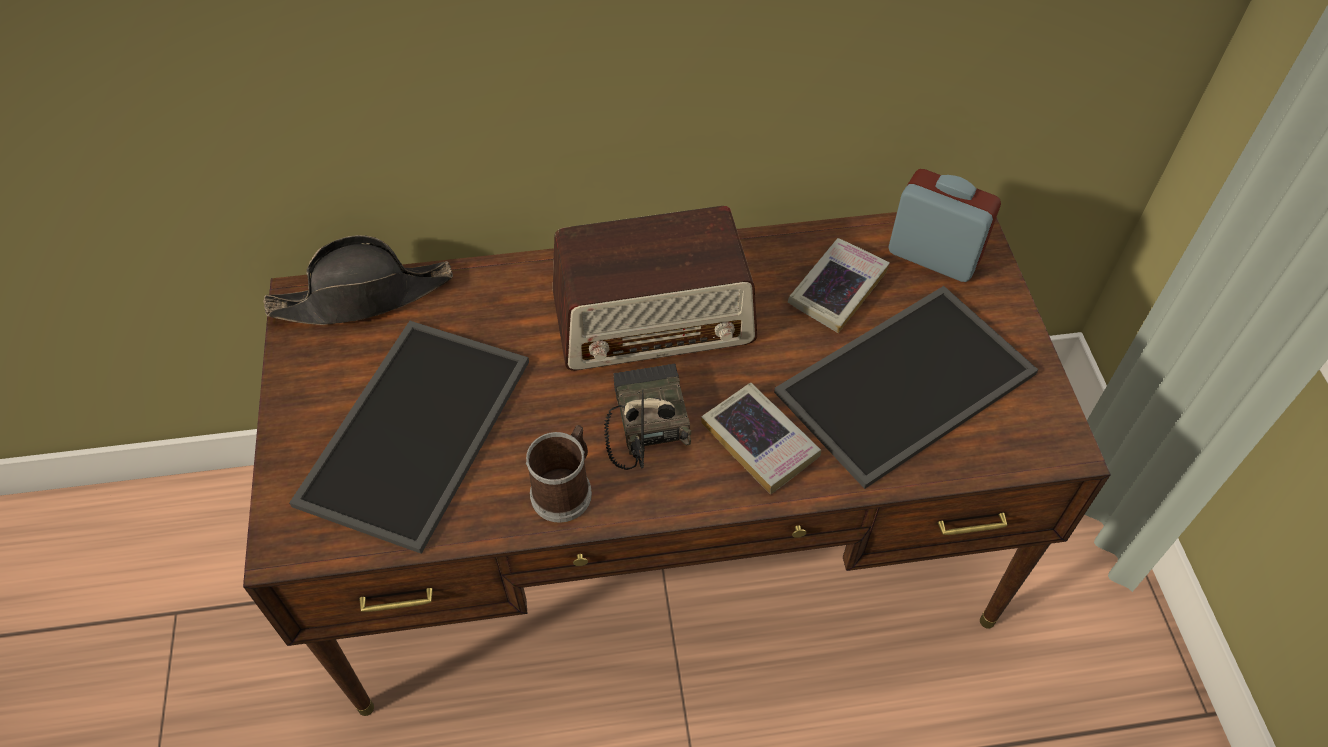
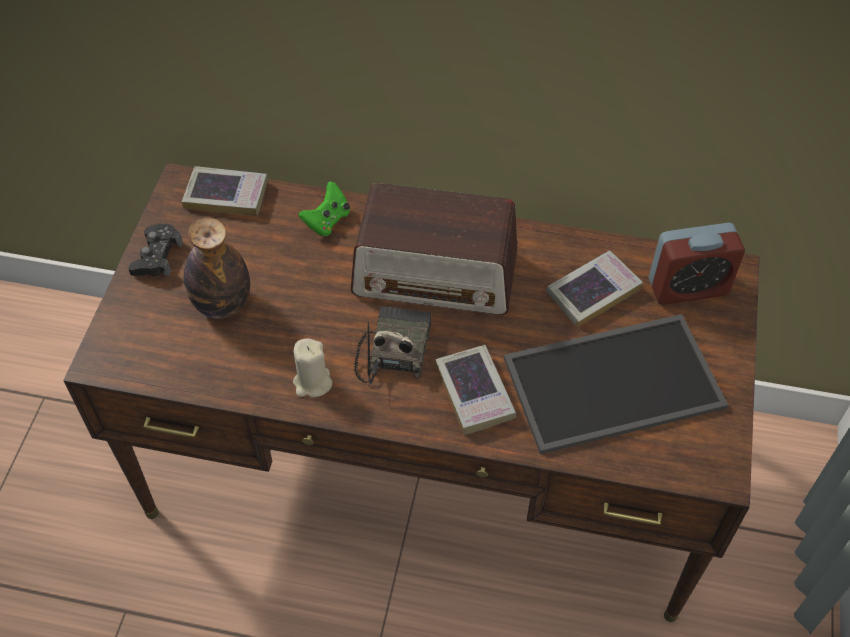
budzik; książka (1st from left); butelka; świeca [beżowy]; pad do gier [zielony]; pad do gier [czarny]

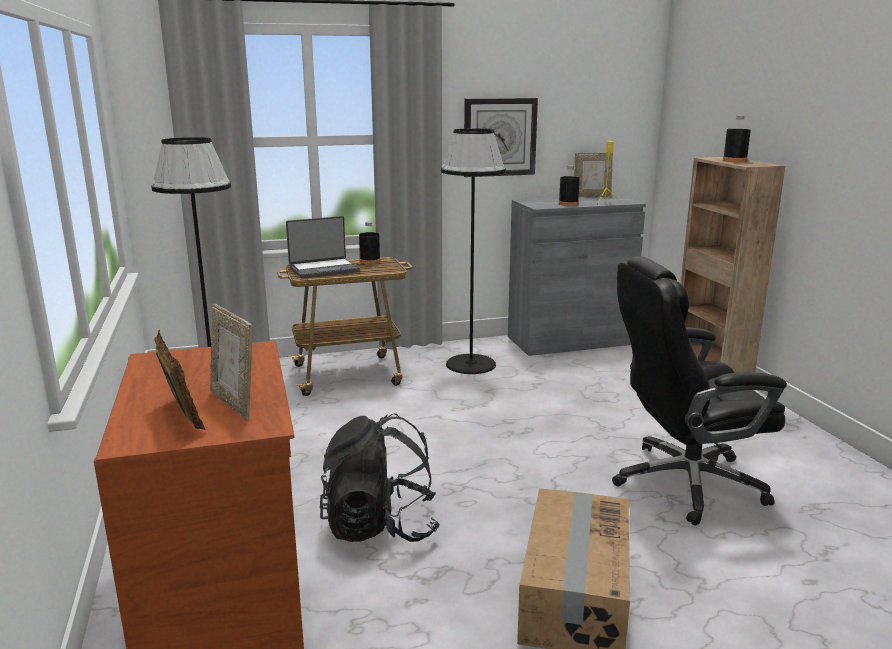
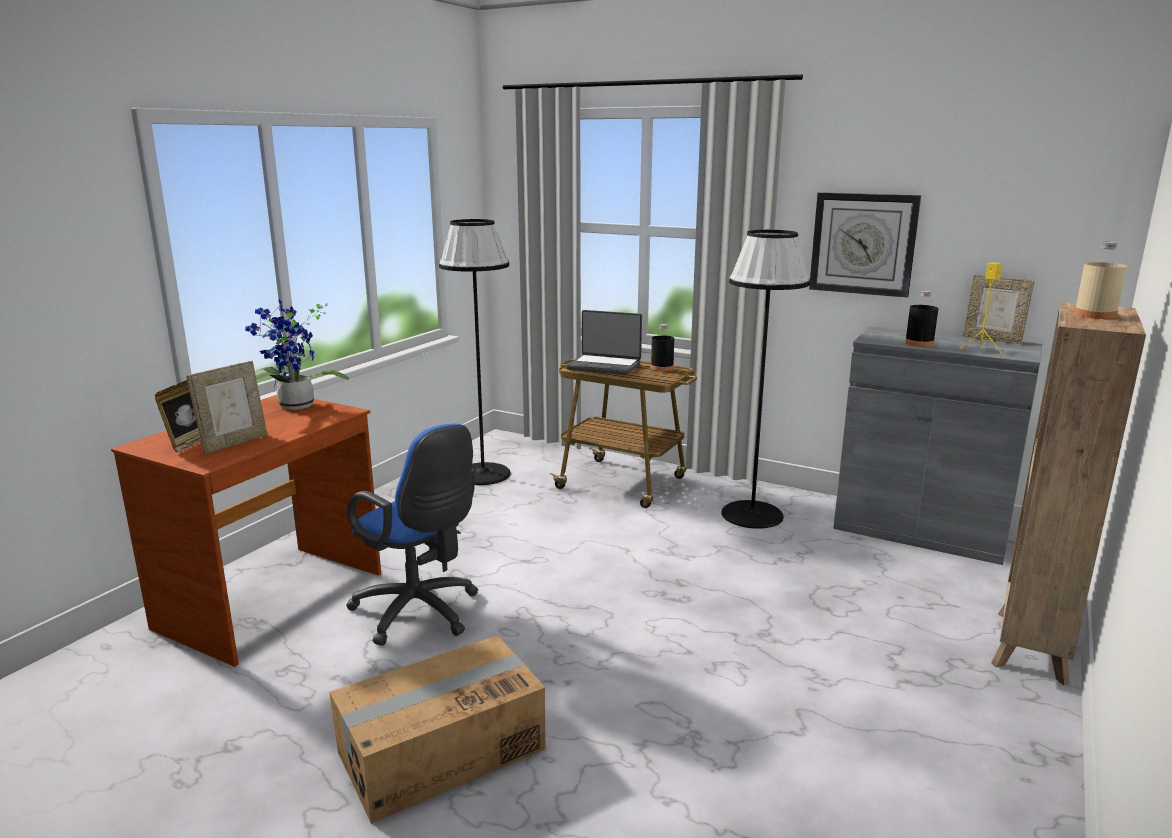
butelka [beżowy]; krzesło biurowe [czarny]; ramka na zdjęcie (2nd from left); krzesło biurowe [niebieski]; roślina doniczkowa

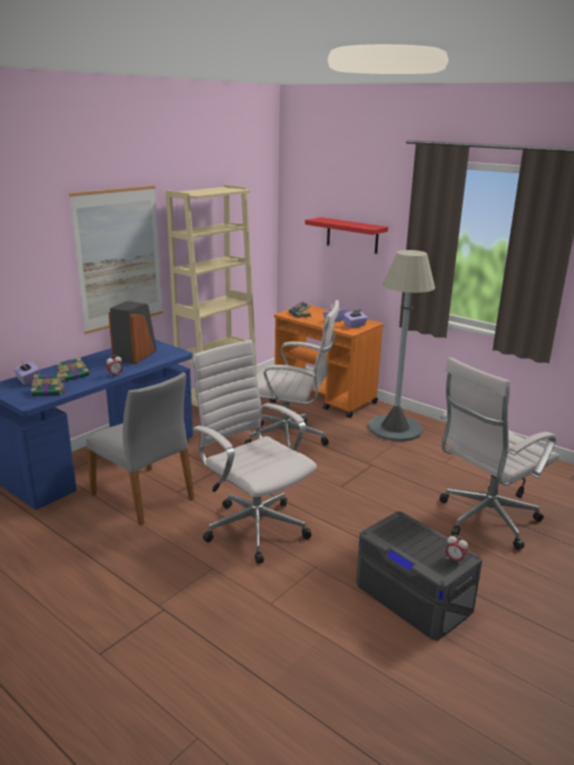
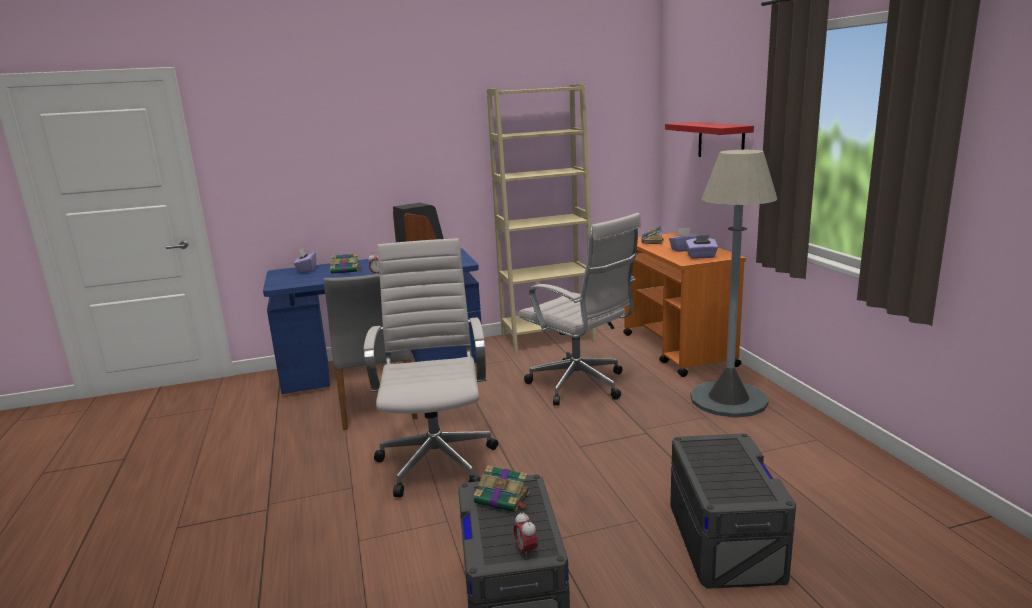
obraz; pojemnik do przechowywania [szary] (2nd from left); książka (2nd from left)

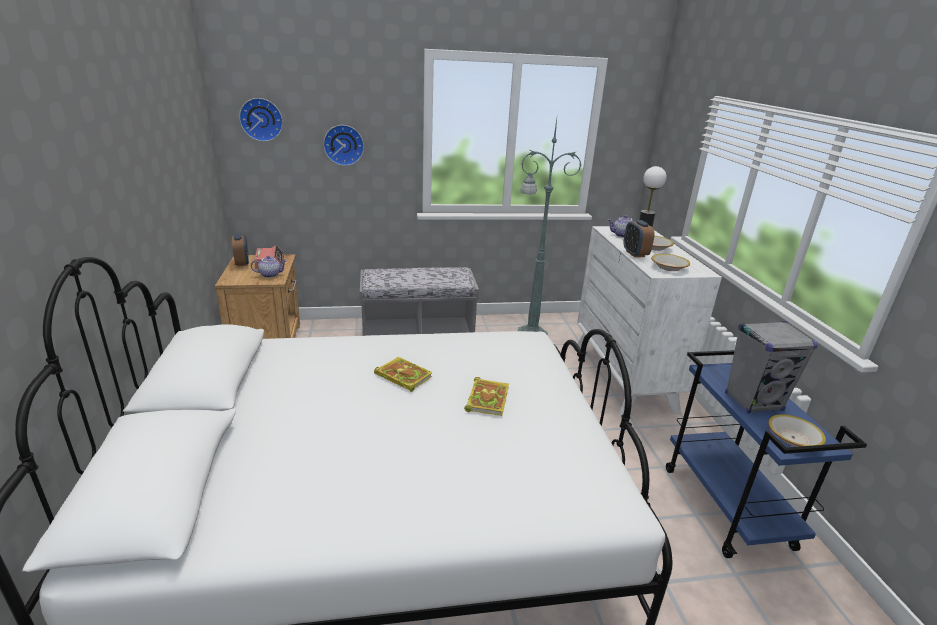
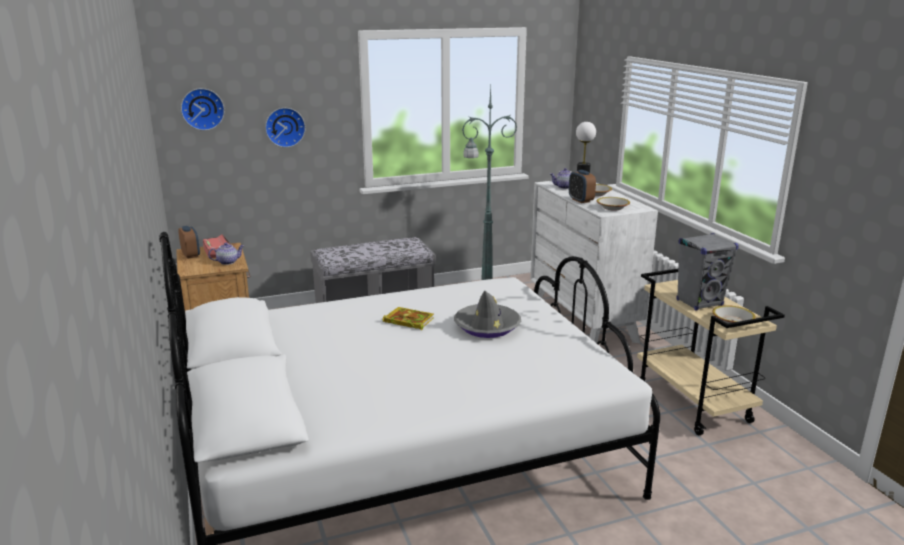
wózek [beżowy]; kapelusz [szary]

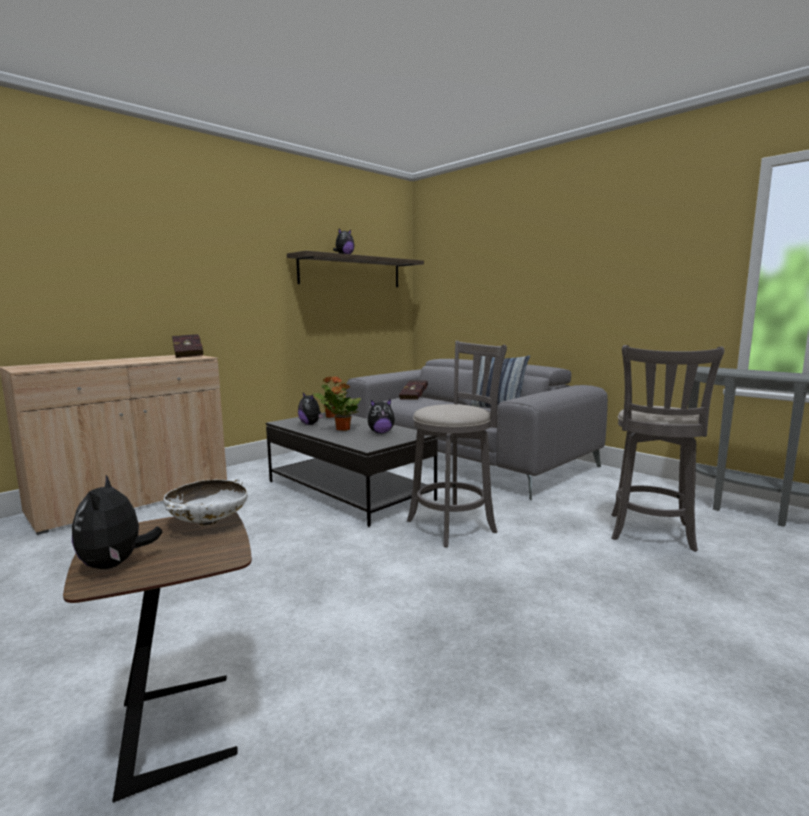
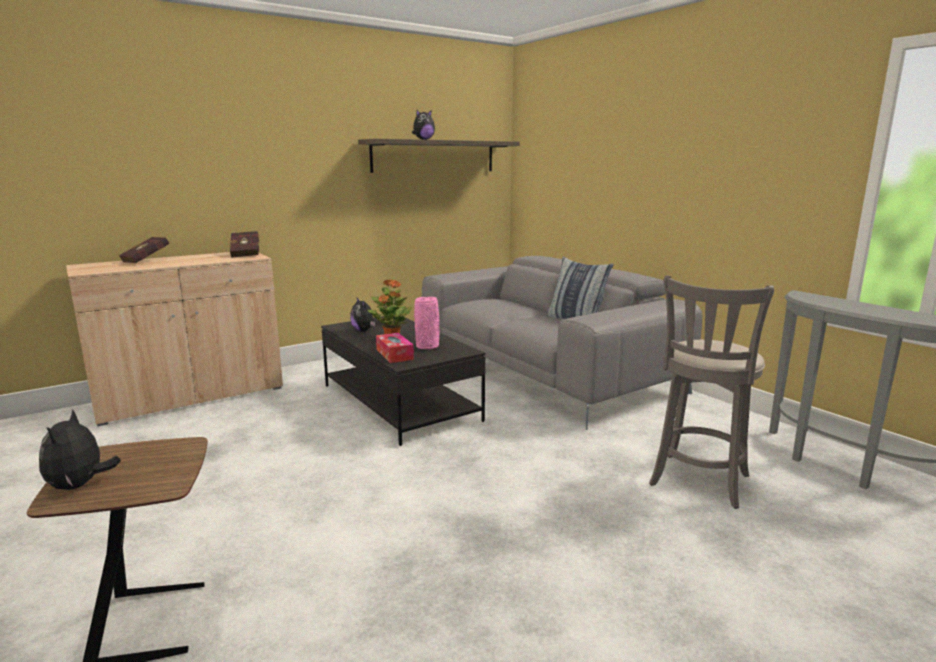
stołek [szary] (1st from left in the first image); książka [czerwony] (1st from left); wazon [różowy]; miska [biały]; pudełko chusteczek

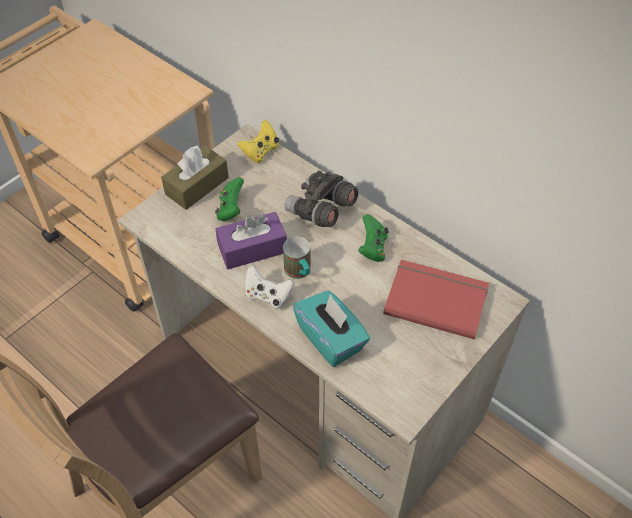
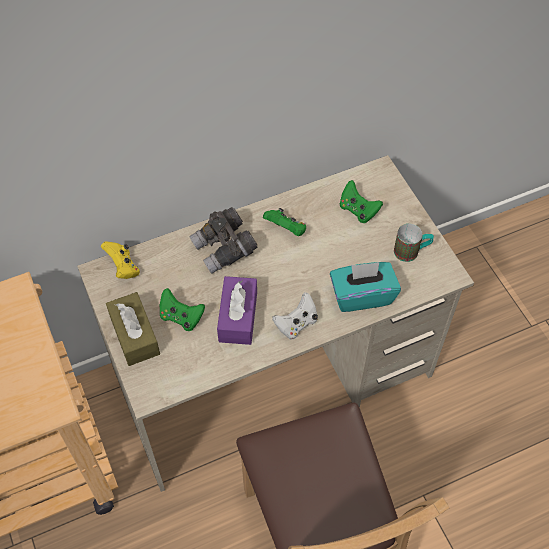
kubek; pad do gier [zielony] (3rd from left)

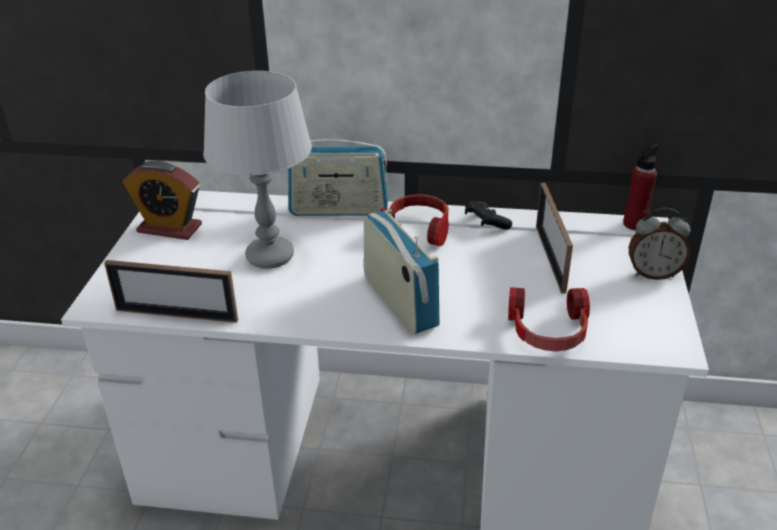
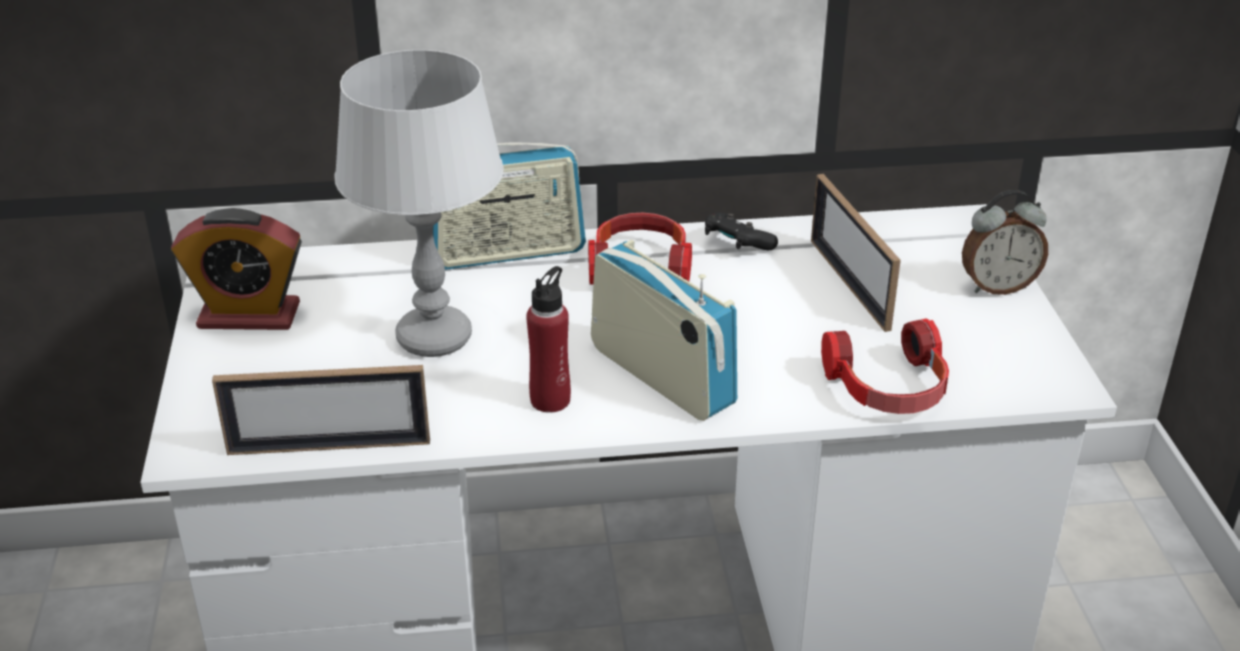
butelka [czerwony]

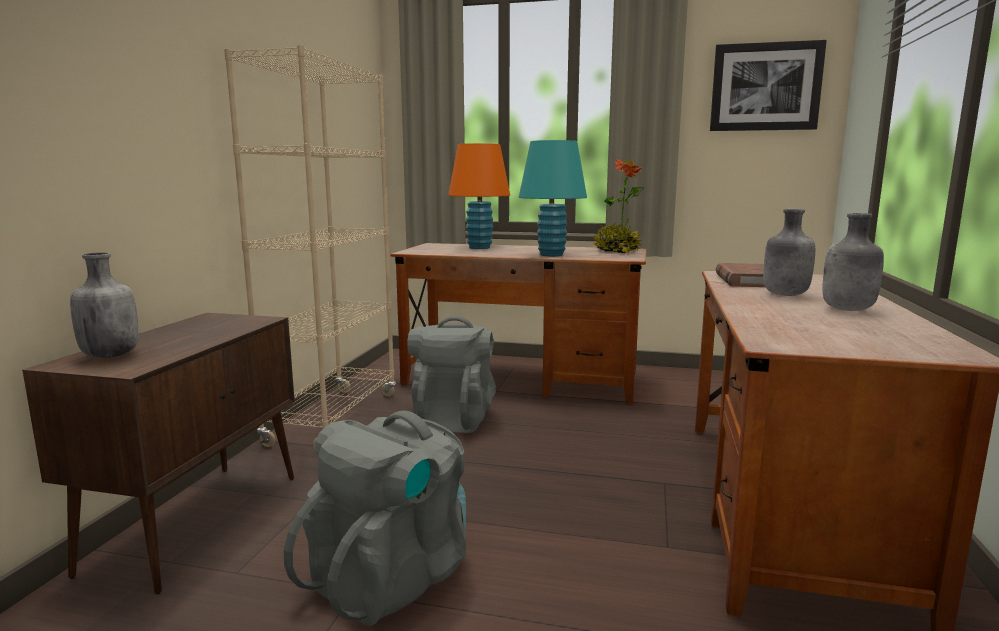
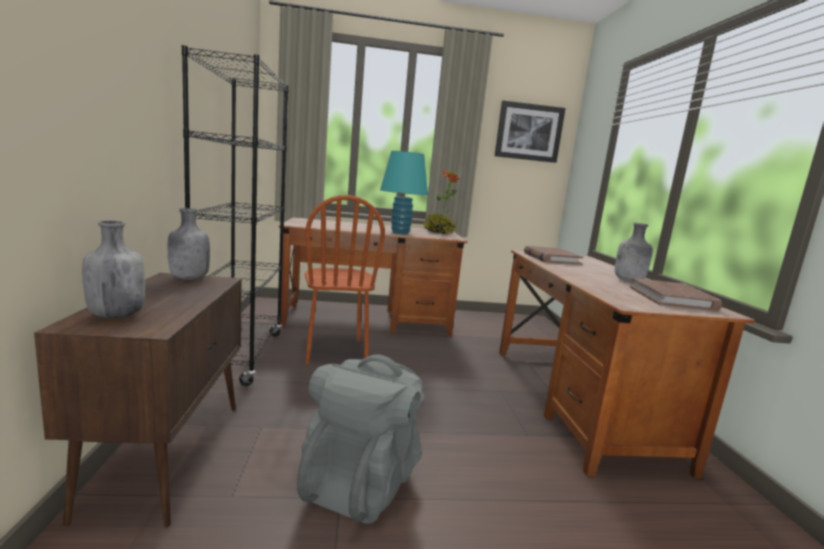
regał [czarny]; lampa stołowa [pomarańczowy]; butelka [szary] (2nd from left); krzesło [brązowy]; książka [brązowy] (2nd from left)

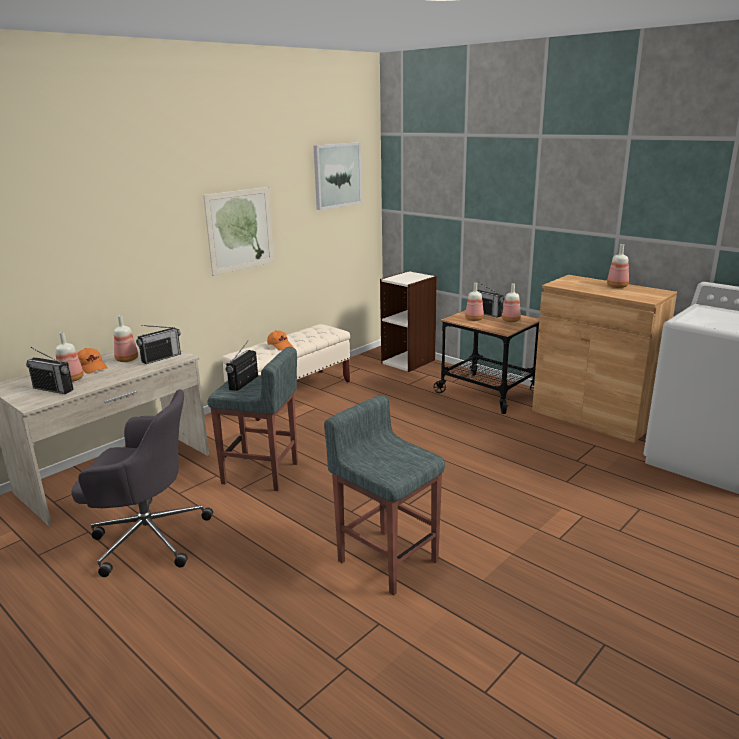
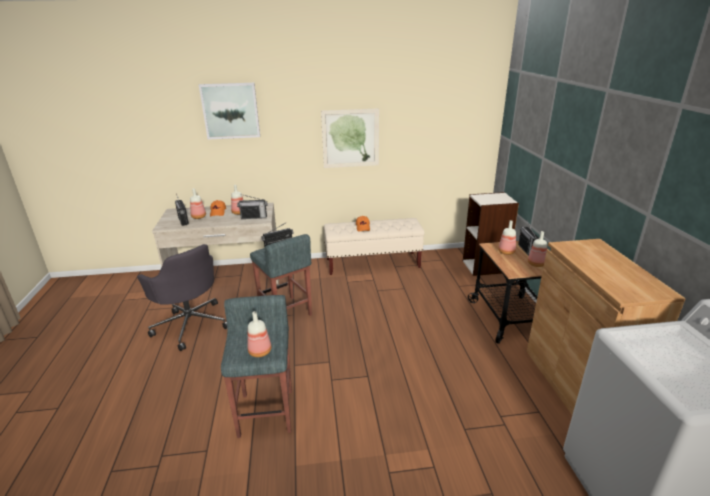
obraz (1st from left); butelka (3rd from left)

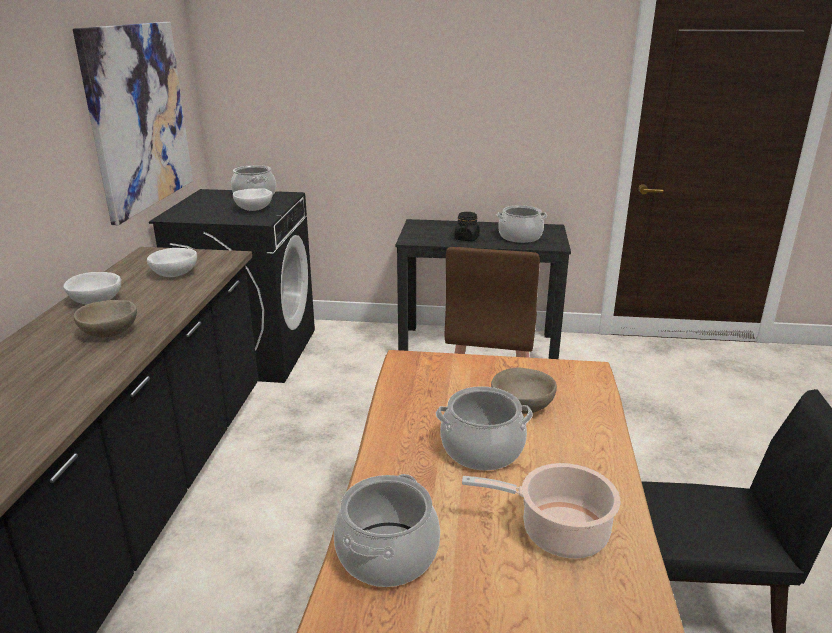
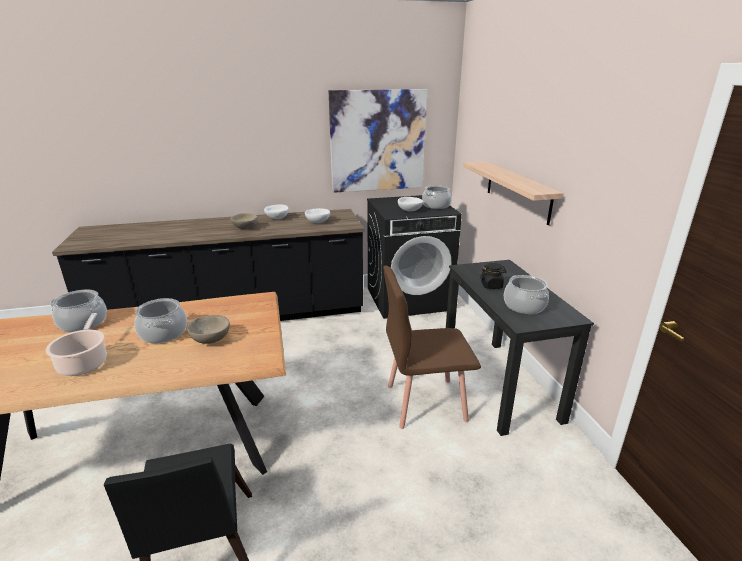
półka

